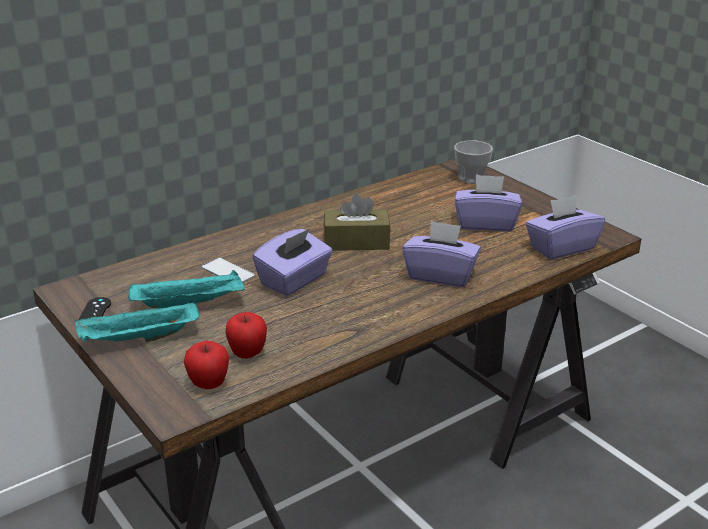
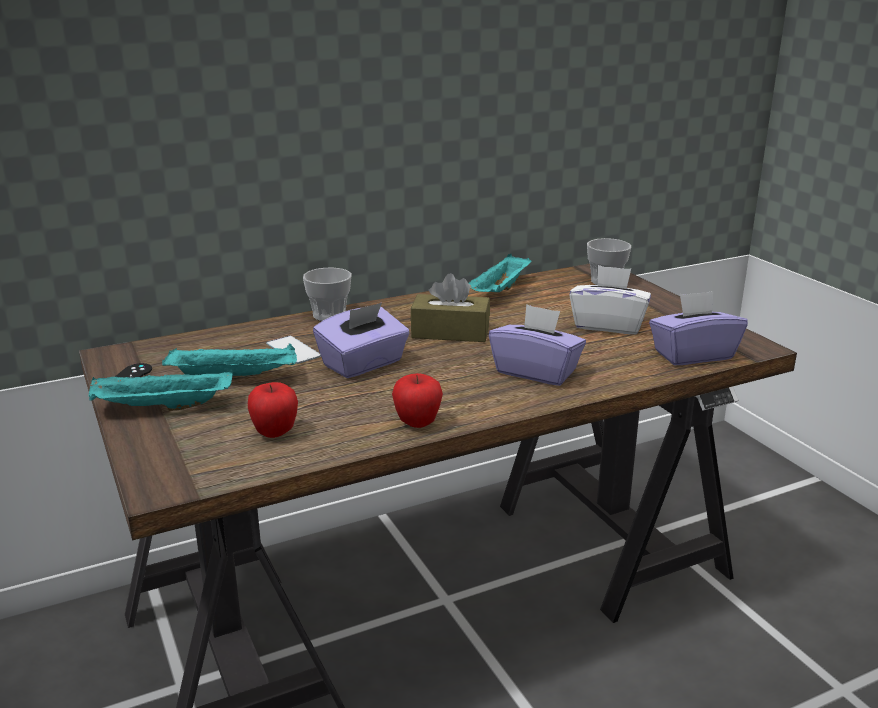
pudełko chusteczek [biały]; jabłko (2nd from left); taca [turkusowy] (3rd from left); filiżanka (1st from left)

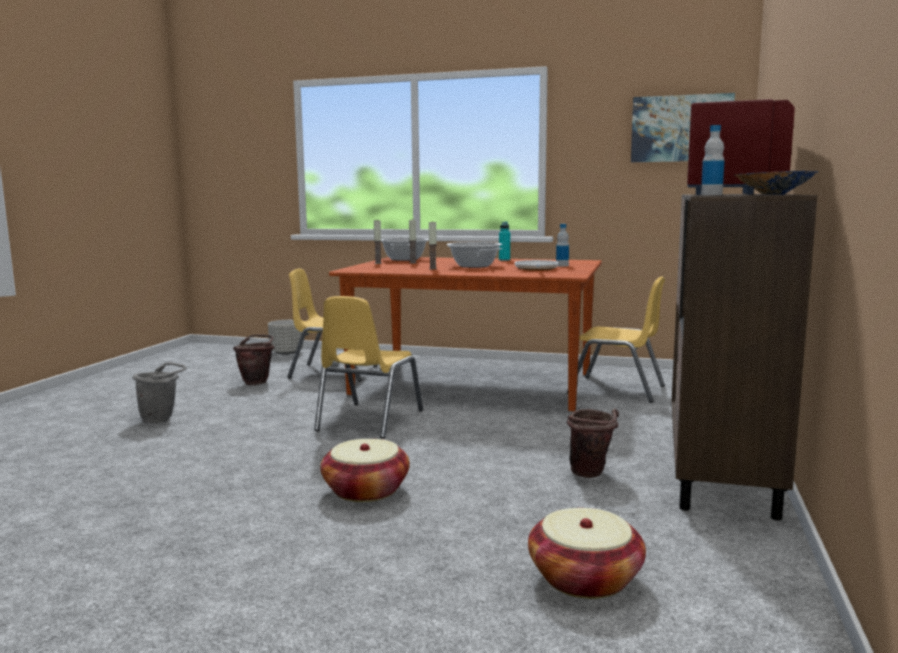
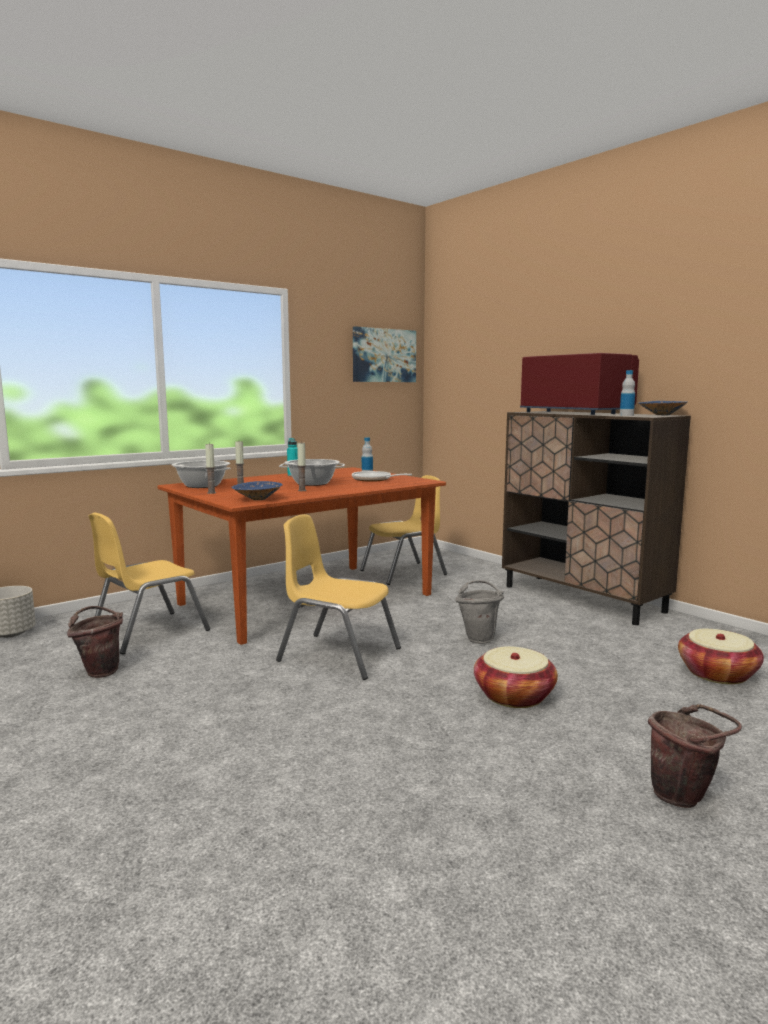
krzesło [żółty] (2nd from left); wiadro [szary]; wiadro [brązowy] (2nd from left); miska [niebieski] (1st from left)

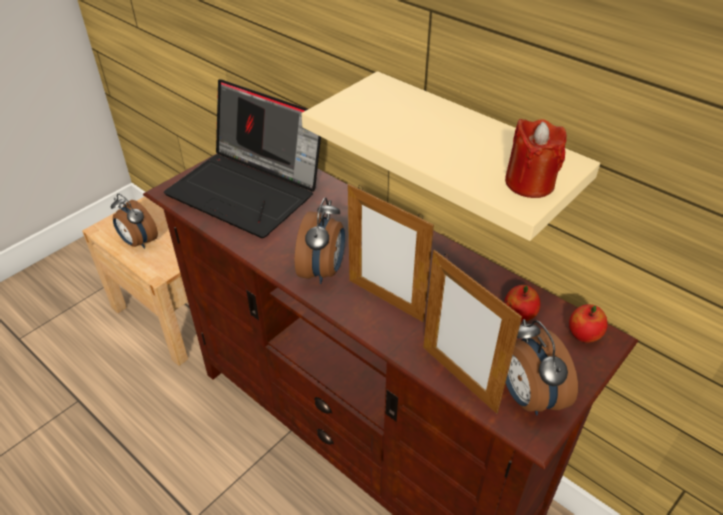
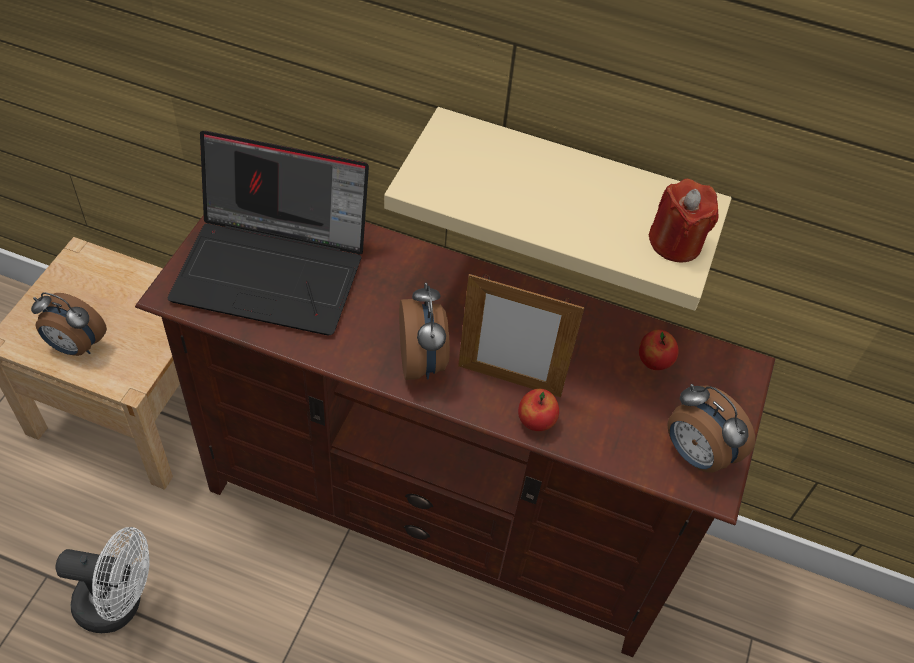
ramka na zdjęcie (2nd from left in the first image); jabłko (1st from left); wentylator [biały]

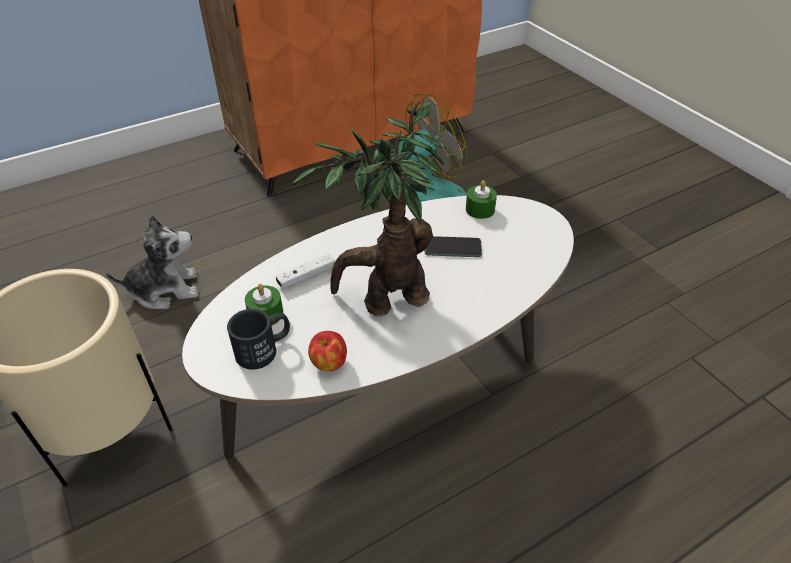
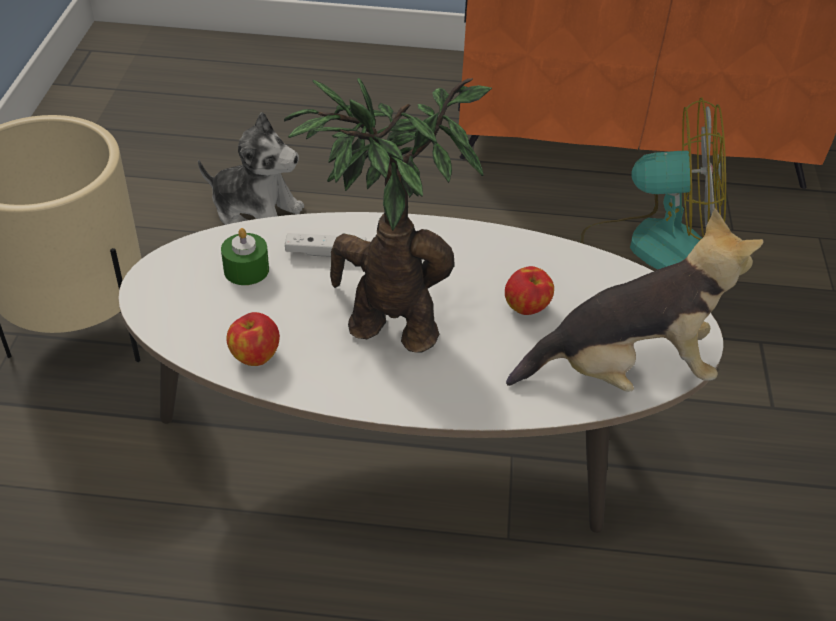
świeca [zielony] (2nd from left in the first image); jabłko (2nd from left); kubek [czarny]; pluszak (2nd from left)

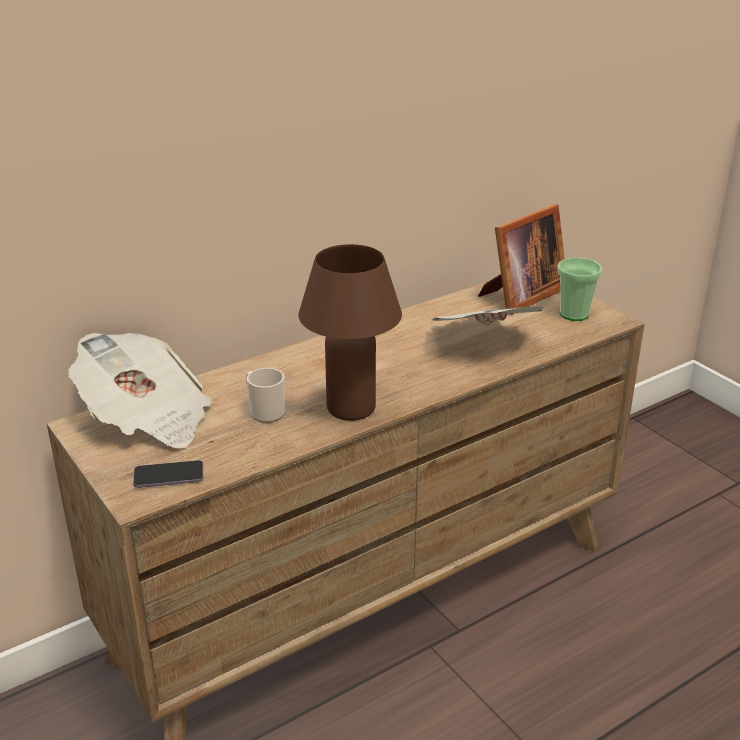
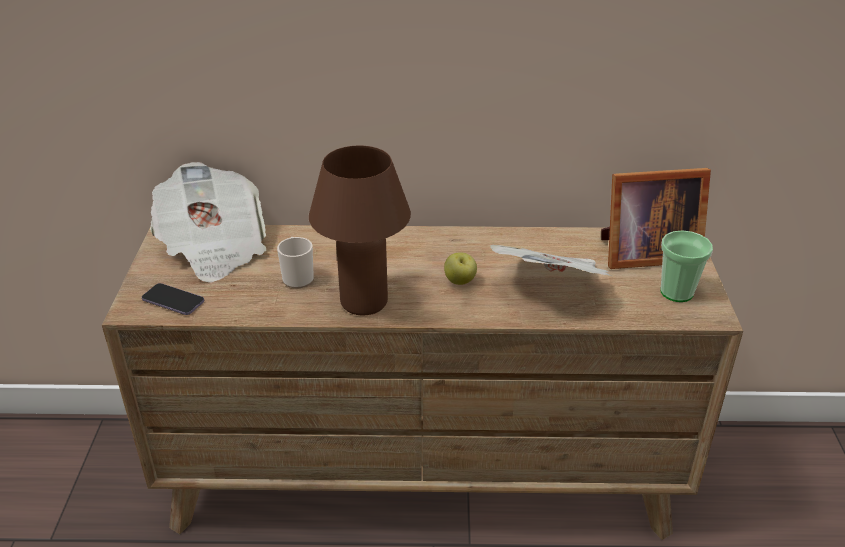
jabłko

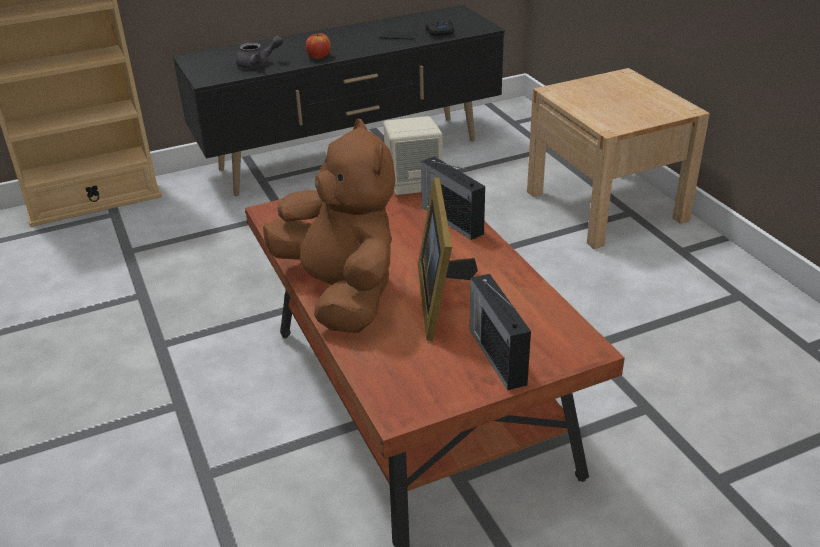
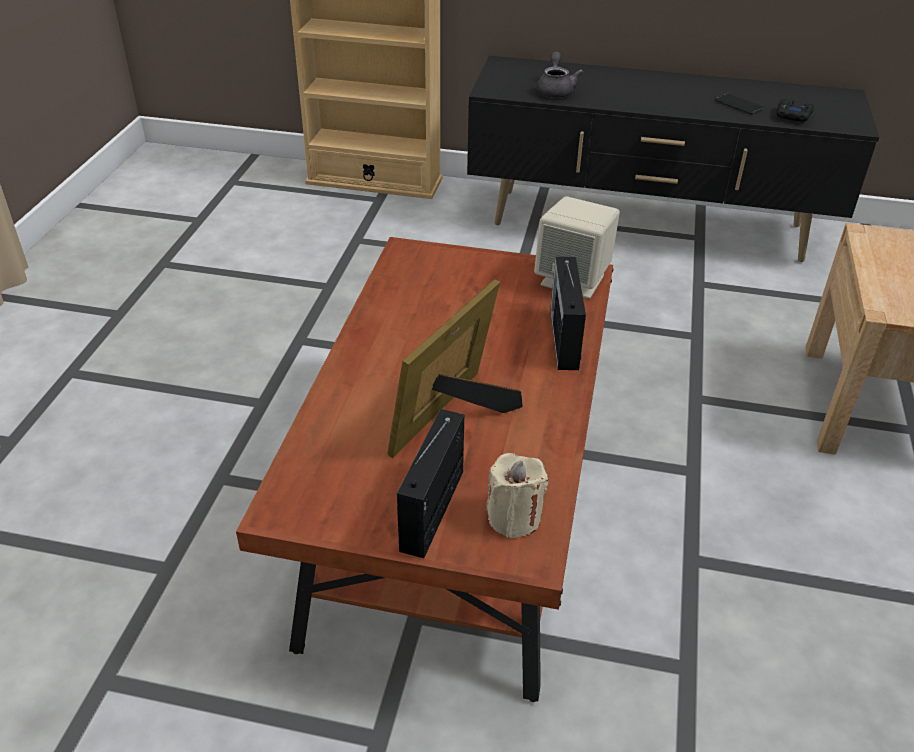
jabłko; imbryk [szary]; pluszak [brązowy]; świeca [beżowy]

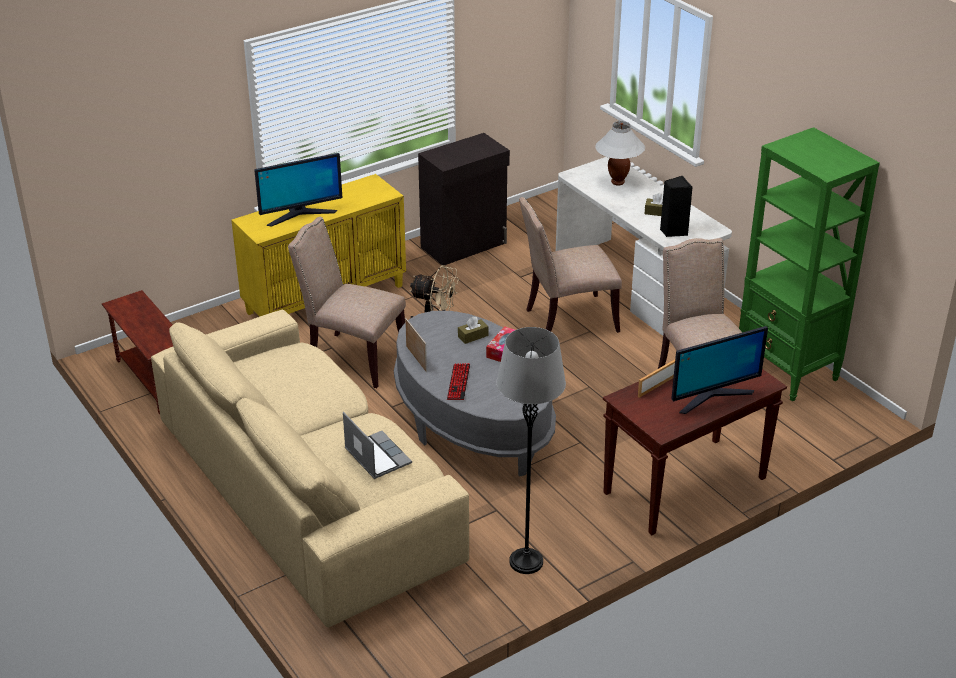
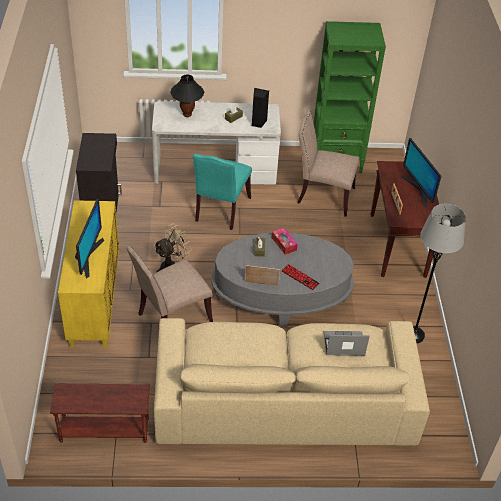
lampa stołowa [czarny]; krzesło [turkusowy]; monitor (2nd from left)

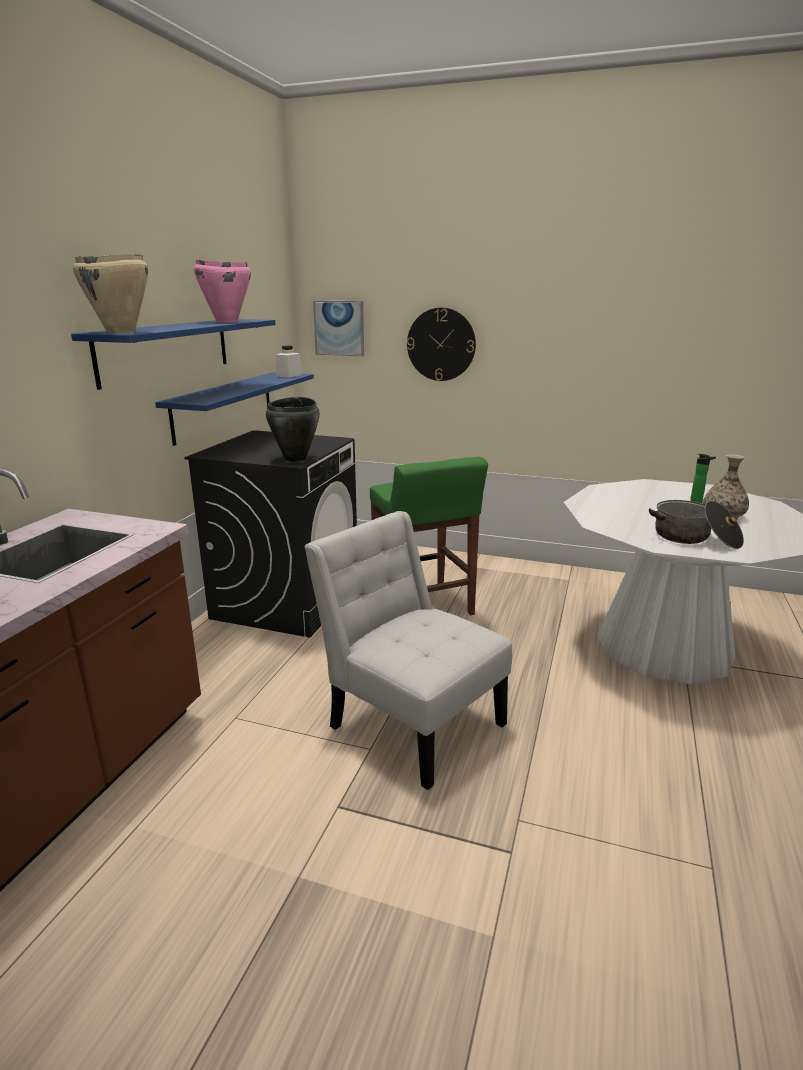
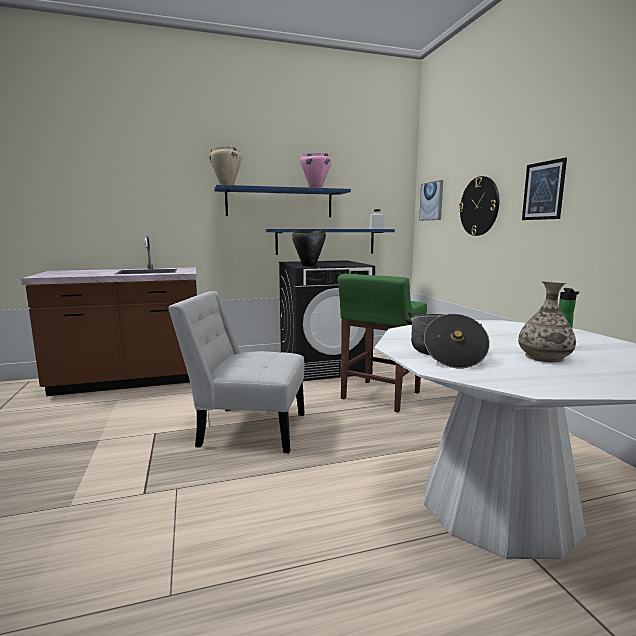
krzesło [biały]; obraz (2nd from left)

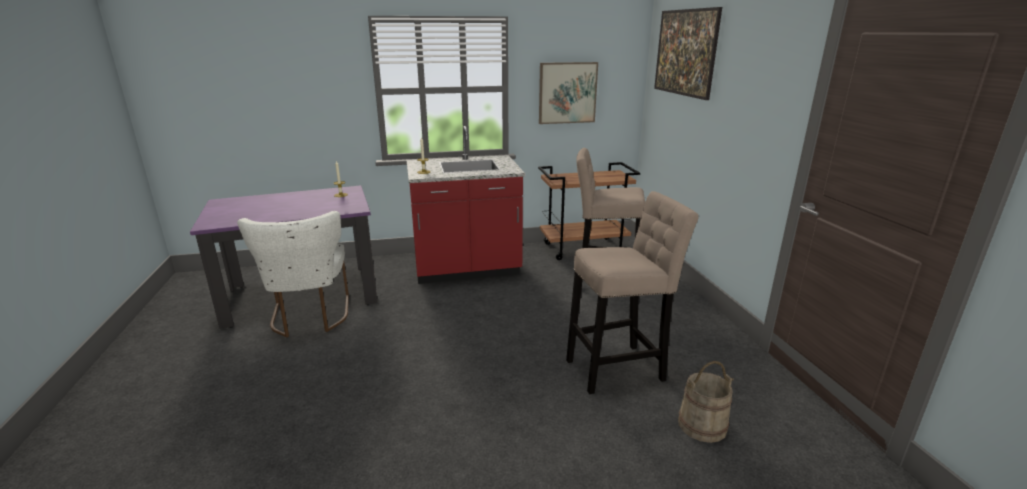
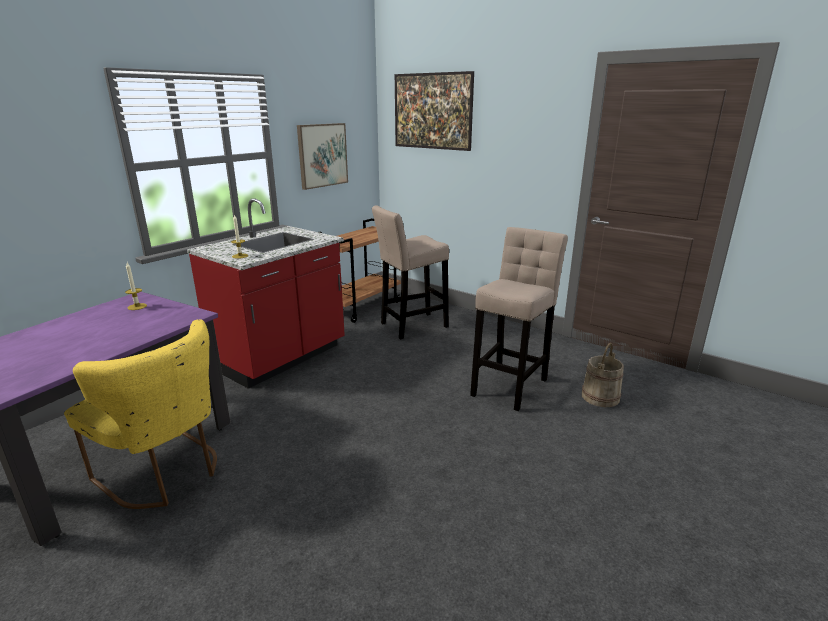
krzesło [żółty]

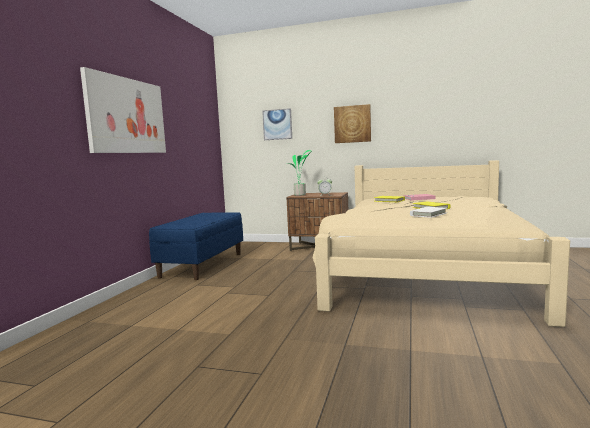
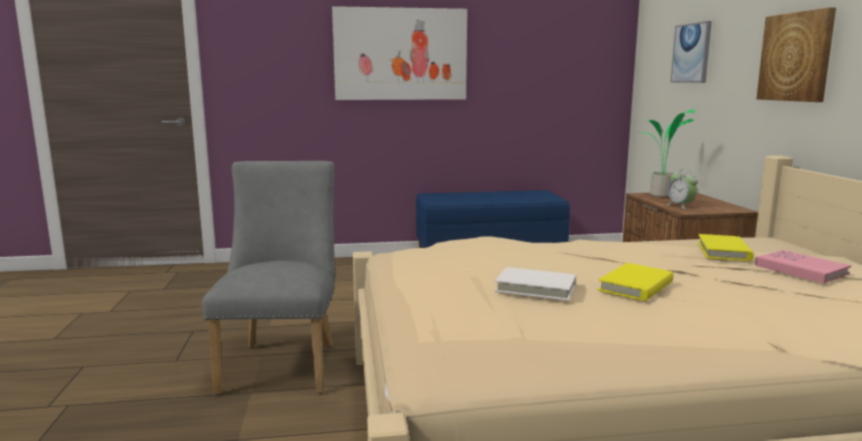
krzesło [szary]

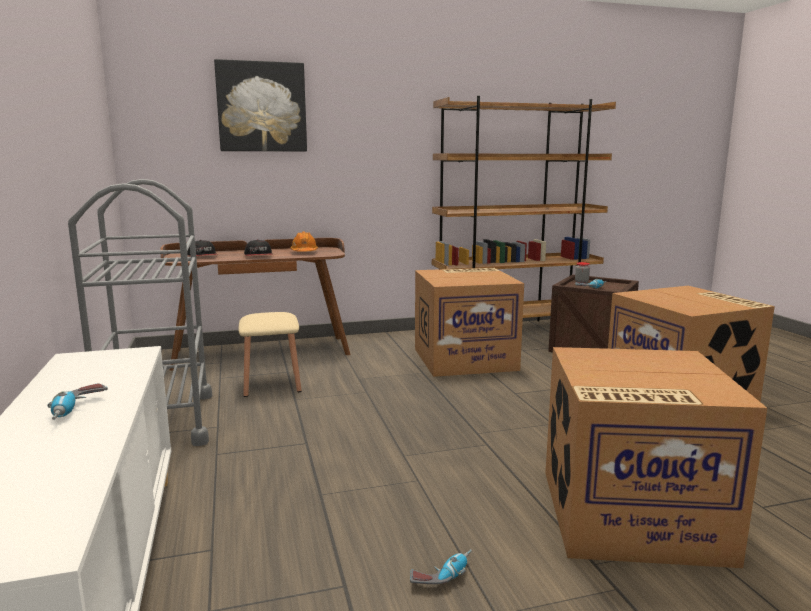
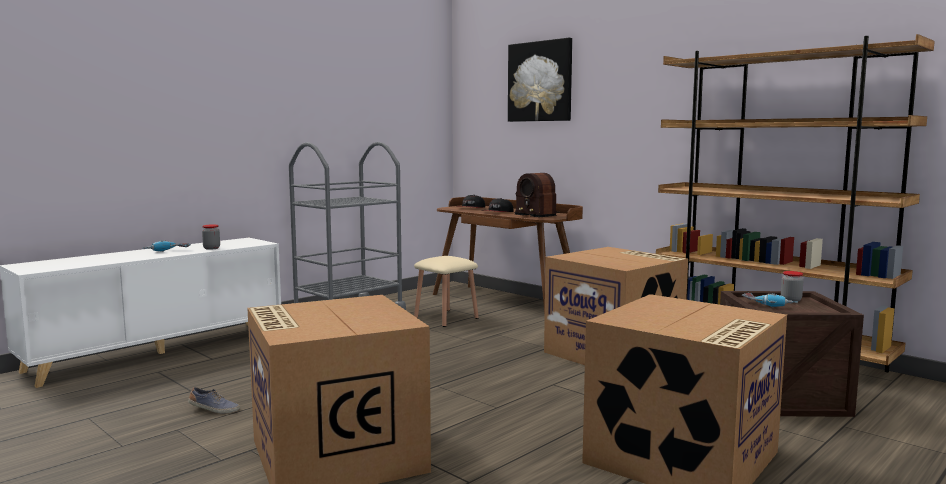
radio; but; słoik (1st from left)

